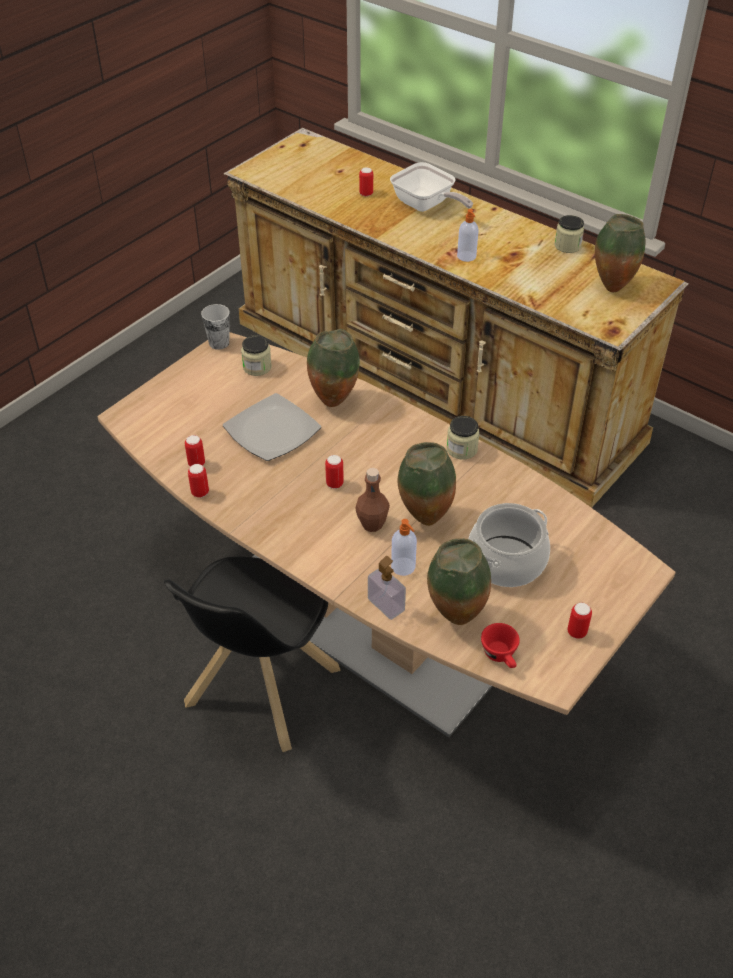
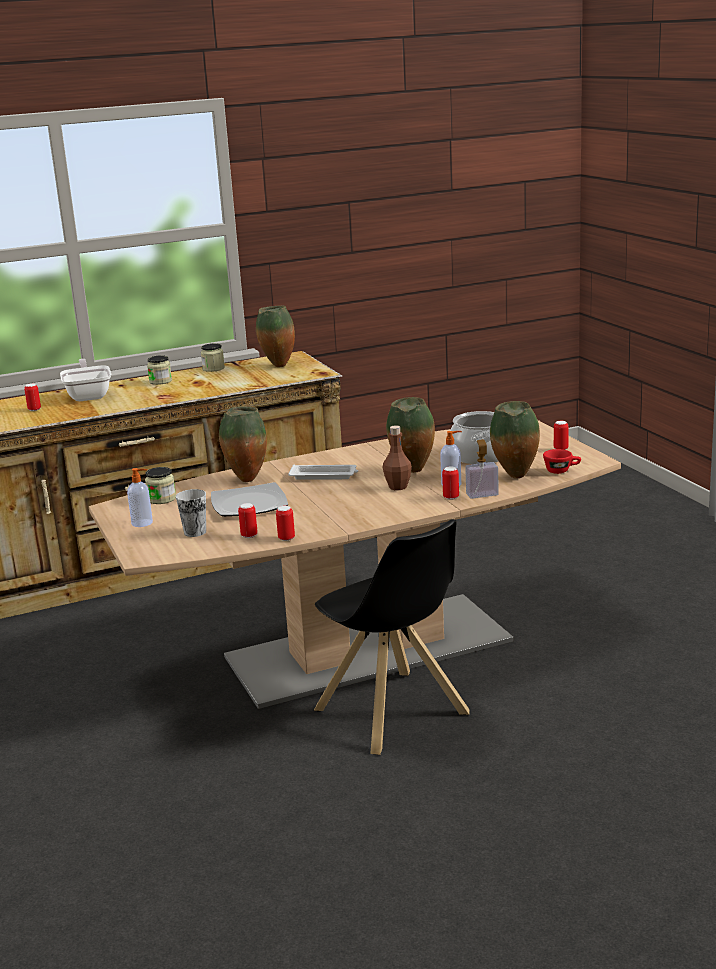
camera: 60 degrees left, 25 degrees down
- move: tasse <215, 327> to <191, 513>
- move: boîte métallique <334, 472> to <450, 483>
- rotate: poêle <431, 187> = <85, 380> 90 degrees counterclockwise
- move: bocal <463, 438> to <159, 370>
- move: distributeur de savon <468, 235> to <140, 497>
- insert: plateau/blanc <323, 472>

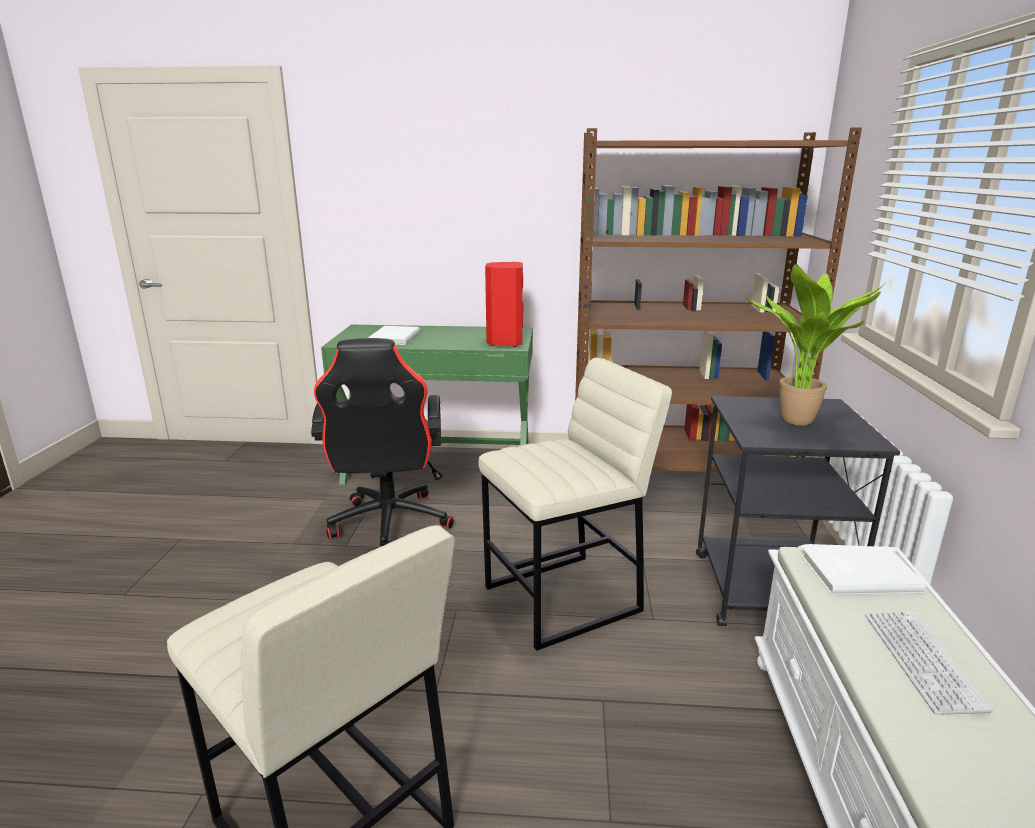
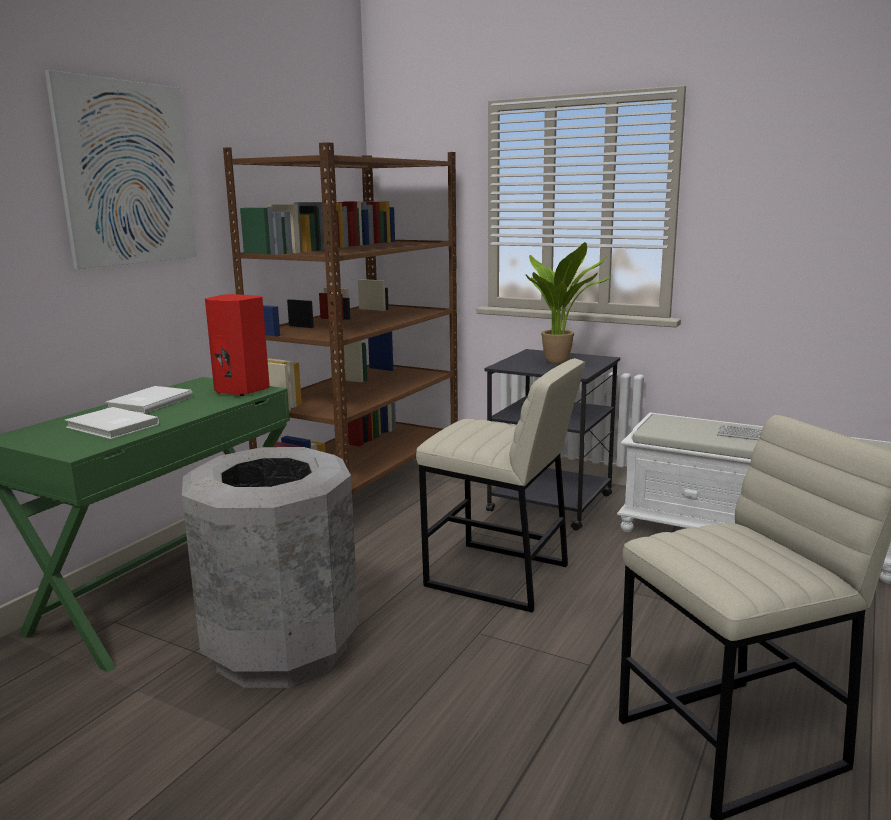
camera: 65 degrees left, 5 degrees down
- replace: chaise de bureau/noir <382, 442> to poubelle/gris <270, 567>
- rotate: chaise/beige <575, 504> = <500, 485> 120 degrees clockwise
- move: livre/blanc <864, 570> to <149, 400>
- insert: tableau <121, 169>

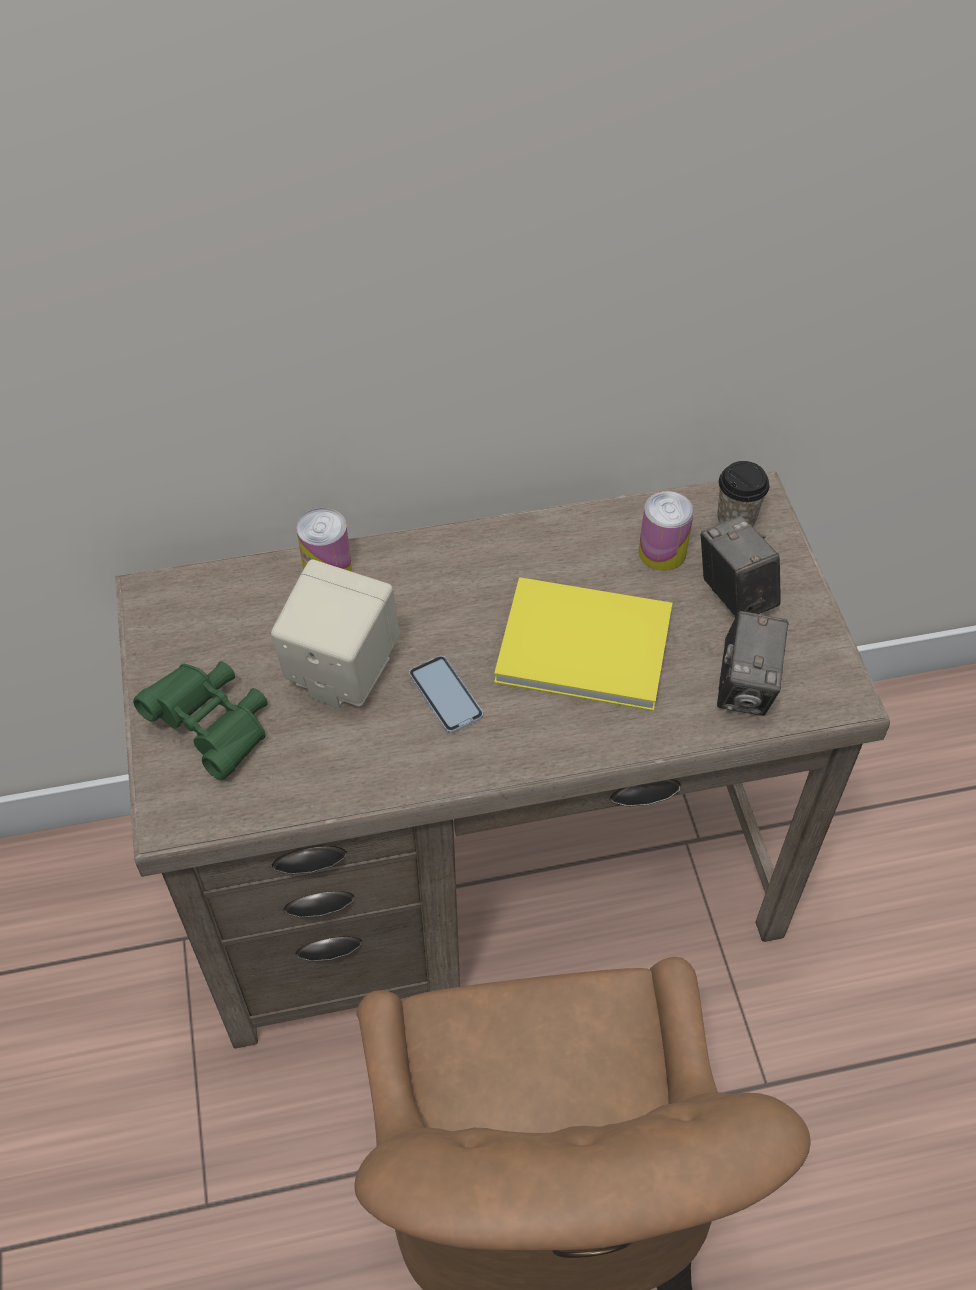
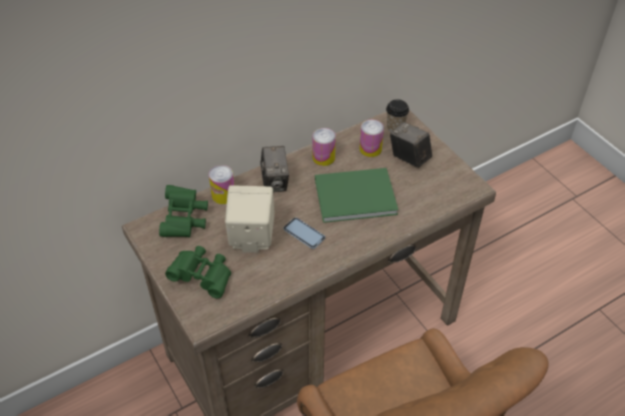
camera: 20 degrees left, 5 degrees down
- recolor: livre/jaune <583, 644> to livre/vert <356, 195>
- move: appareil photo <753, 663> to <274, 169>
- insert: jumelles/vert <183, 211>
- insert: boîte métallique <324, 147>

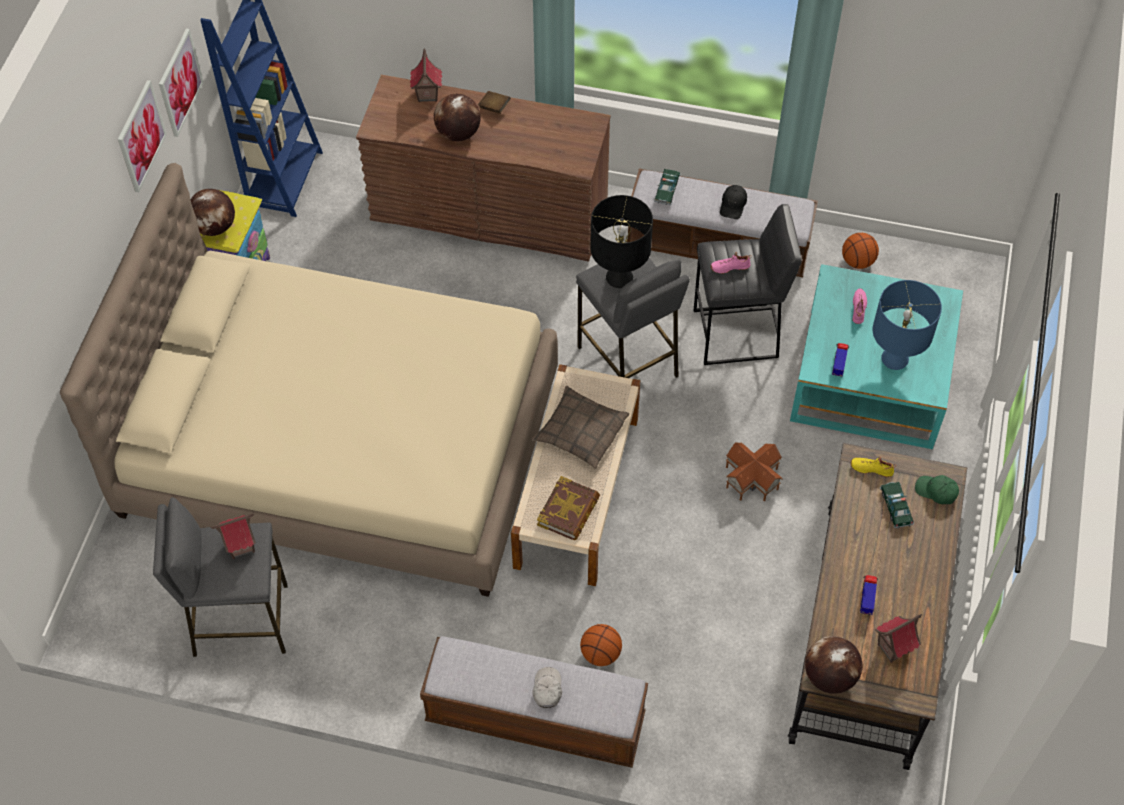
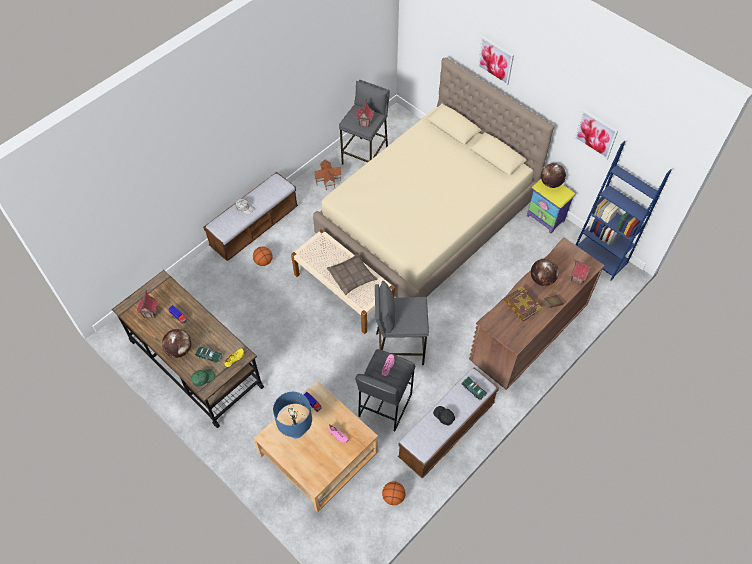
camera: 120 degrees right, 0 degrees up
- move: tableau <142, 136> to <496, 61>
- move: livre <568, 508> to <523, 304>
- delete: lampe de table/noir <621, 241>
- move: maison miniature <754, 472> to <328, 175>
- recolor: table basse/turquoise <876, 356> to table basse/beige <316, 447>
- move: globe <834, 665> to <176, 343>

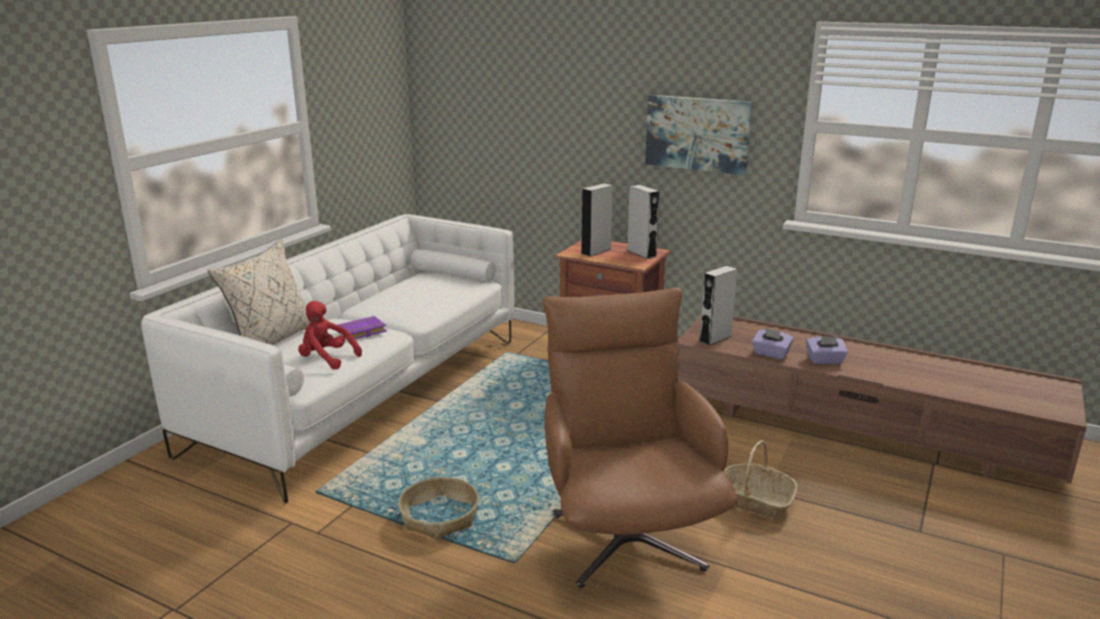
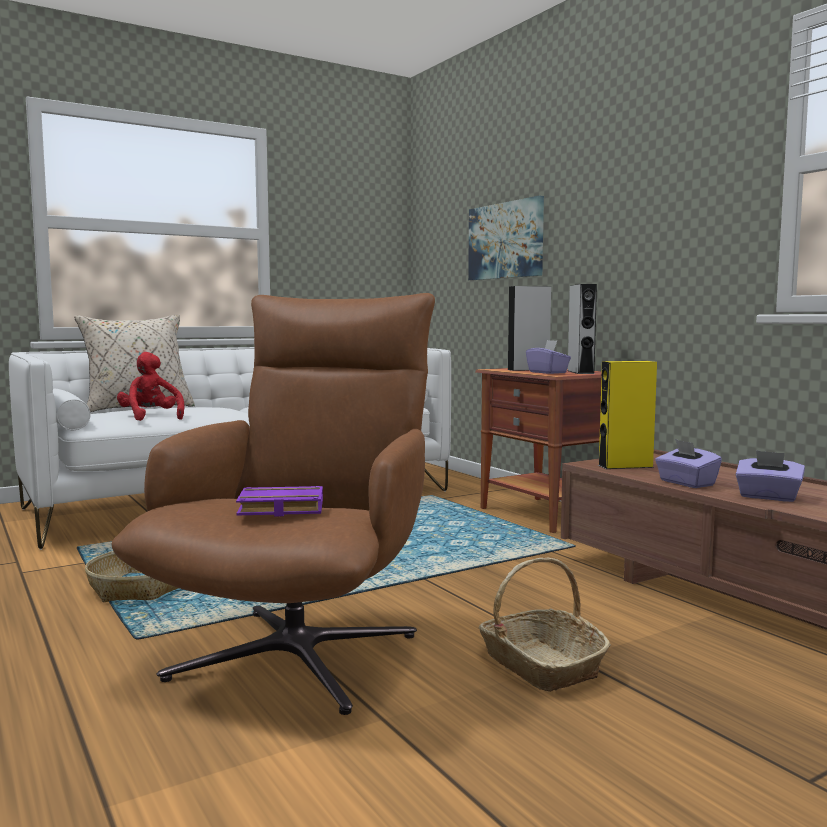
camera: 30 degrees right, 15 degrees down
- move: livre/violet <362, 327> to <279, 501>
- move: tableau <699, 135> to <506, 238>
- recolor: enceinte/gris <718, 306> to enceinte/jaune <627, 415>
- insert: boîte à mouchoirs/violet <548, 357>

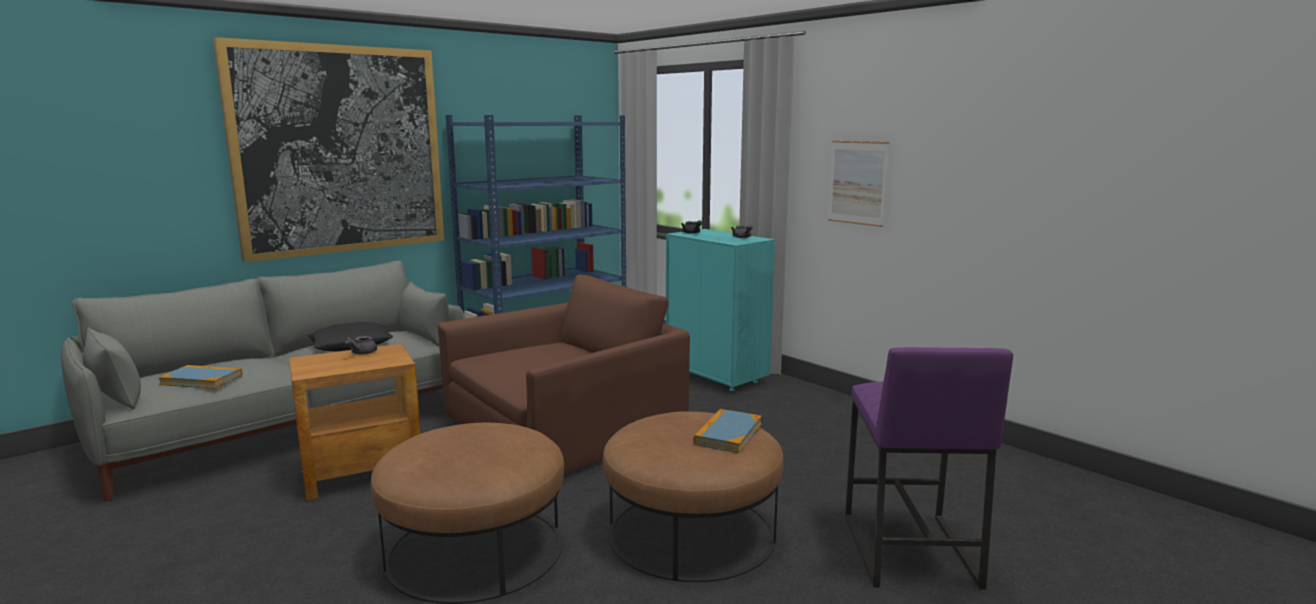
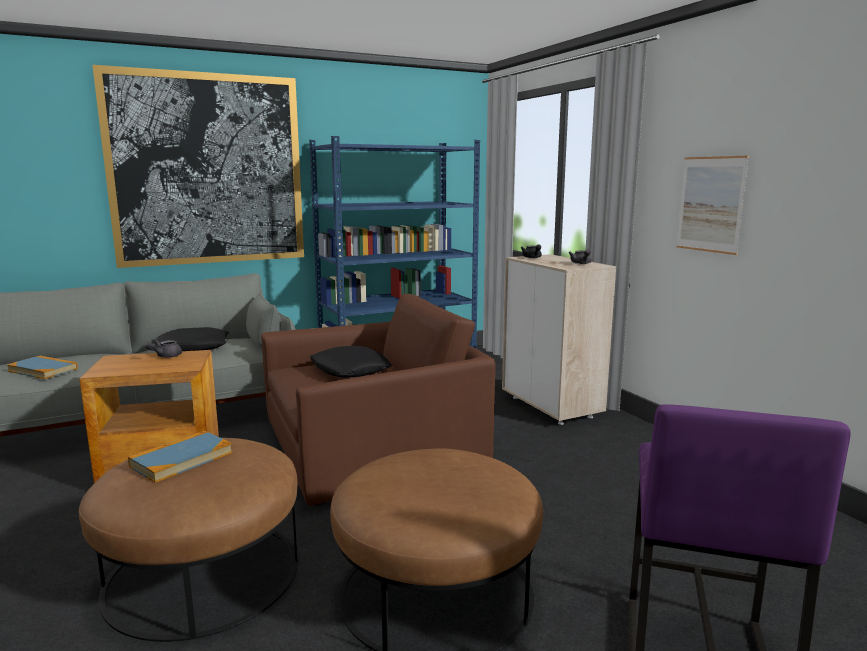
camera: 15 degrees right, 0 degrees up
- recolor: meuble de rangement/turquoise <720, 310> to meuble de rangement/beige <559, 339>
- move: livre <727, 431> to <180, 457>
- insert: coussin/noir <351, 362>

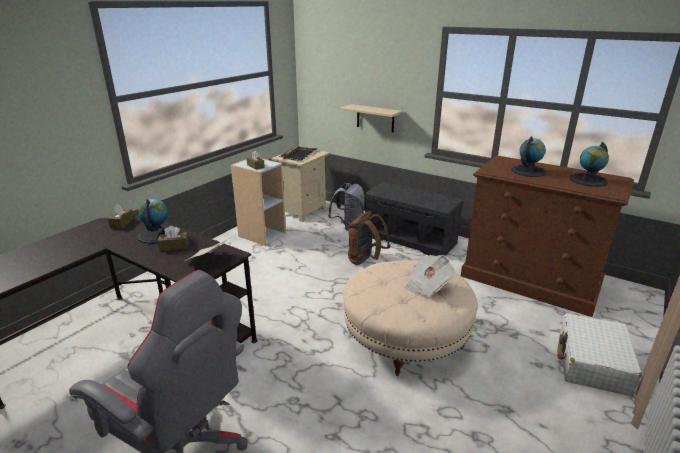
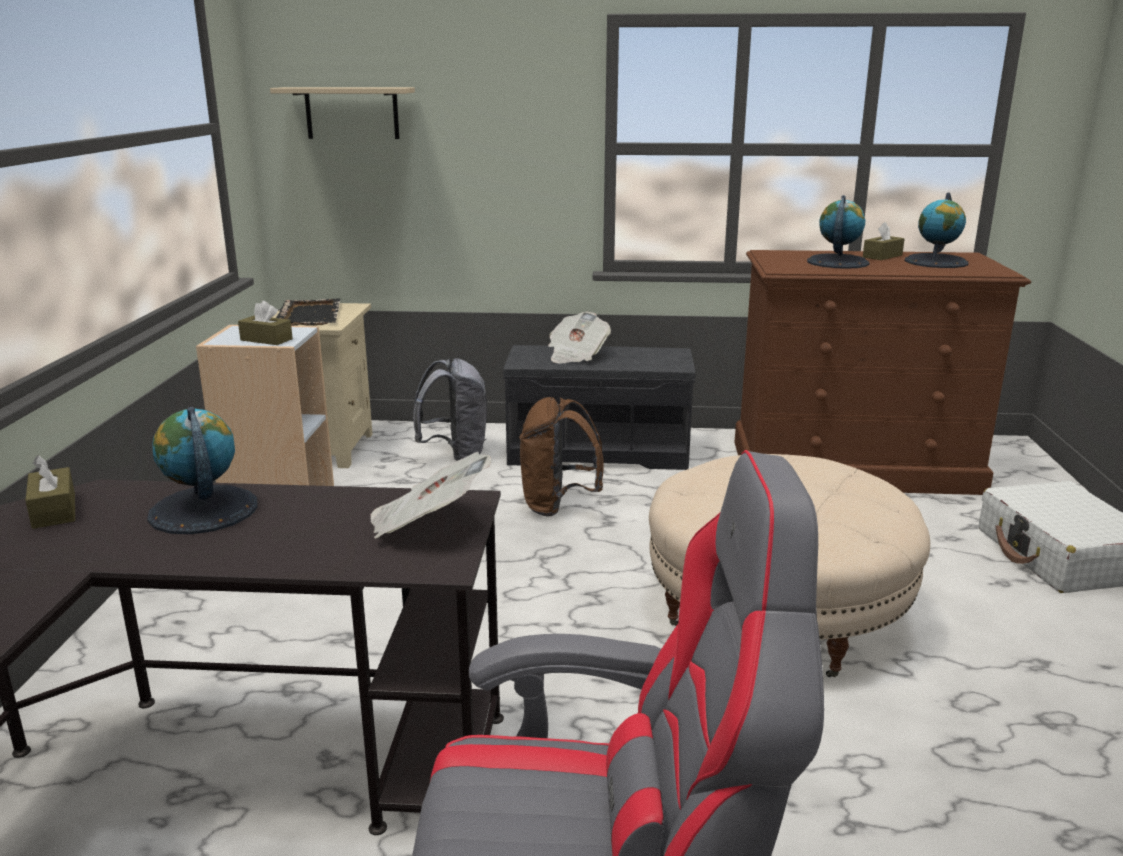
camera: 30 degrees left, 5 degrees down
- move: boîte à mouchoirs/marron <173, 238> to <883, 241>
- move: étagère/beige <371, 118> to <342, 113>
- move: journal <430, 275> to <579, 338>

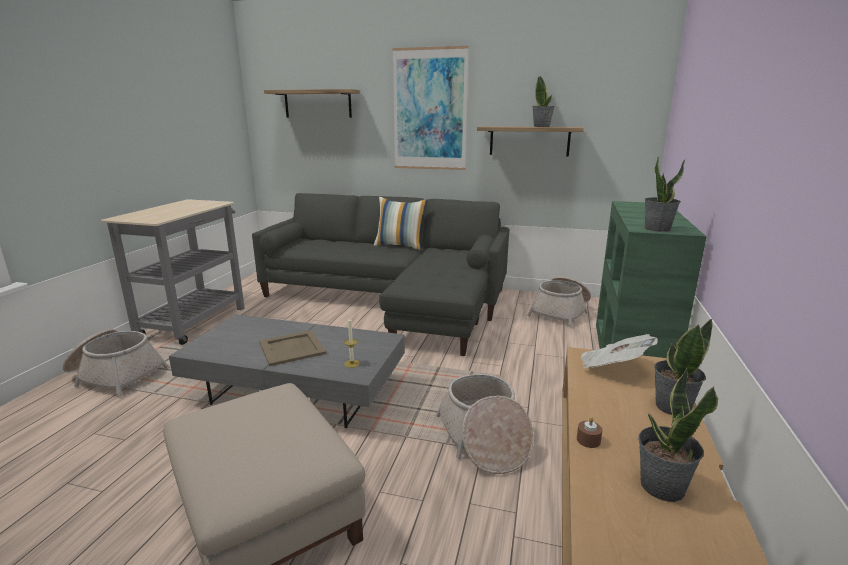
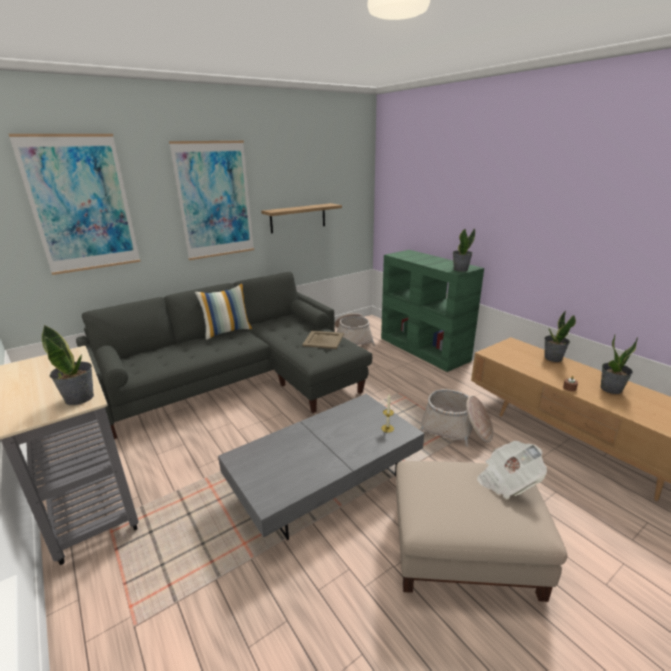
camera: 50 degrees left, 5 degrees up
- delete: panier <116, 363>
- move: plateau/beige <293, 348> to <323, 340>
- replace: étagère <312, 103> to tableau <75, 204>
- move: plante en pot <543, 101> to <68, 364>
- move: journal <619, 351> to <512, 470>

